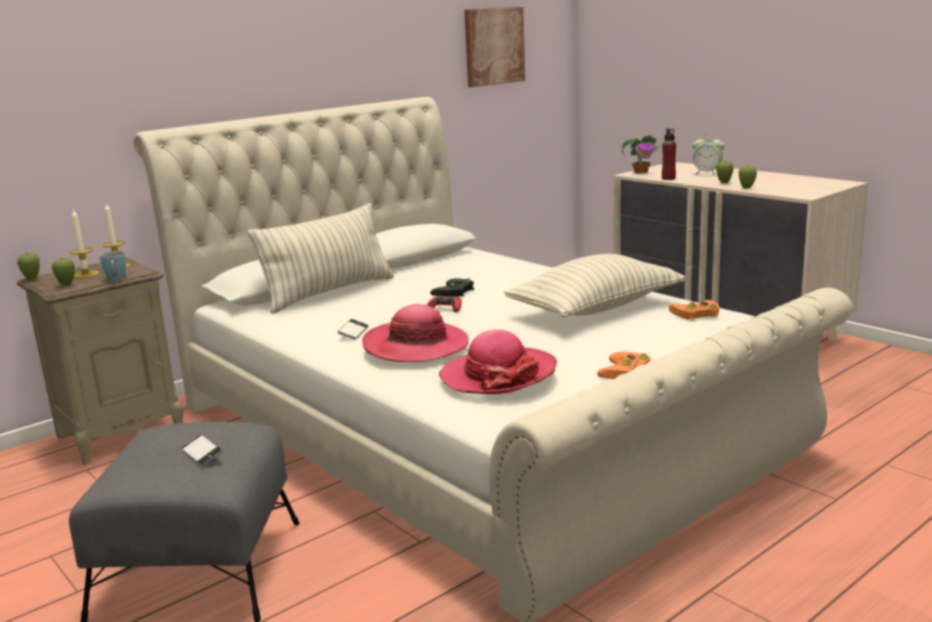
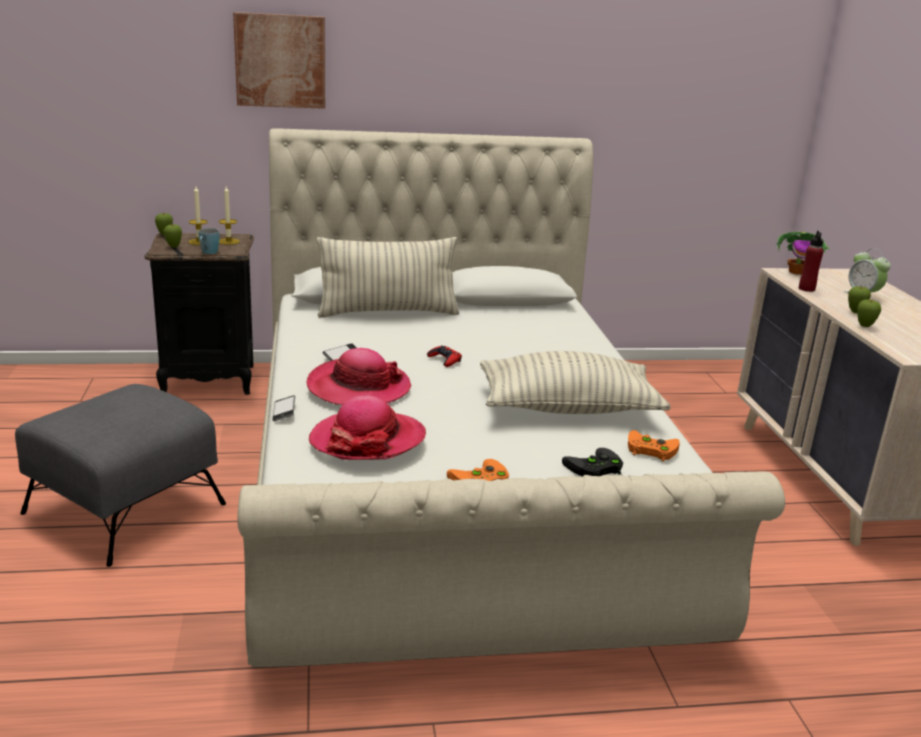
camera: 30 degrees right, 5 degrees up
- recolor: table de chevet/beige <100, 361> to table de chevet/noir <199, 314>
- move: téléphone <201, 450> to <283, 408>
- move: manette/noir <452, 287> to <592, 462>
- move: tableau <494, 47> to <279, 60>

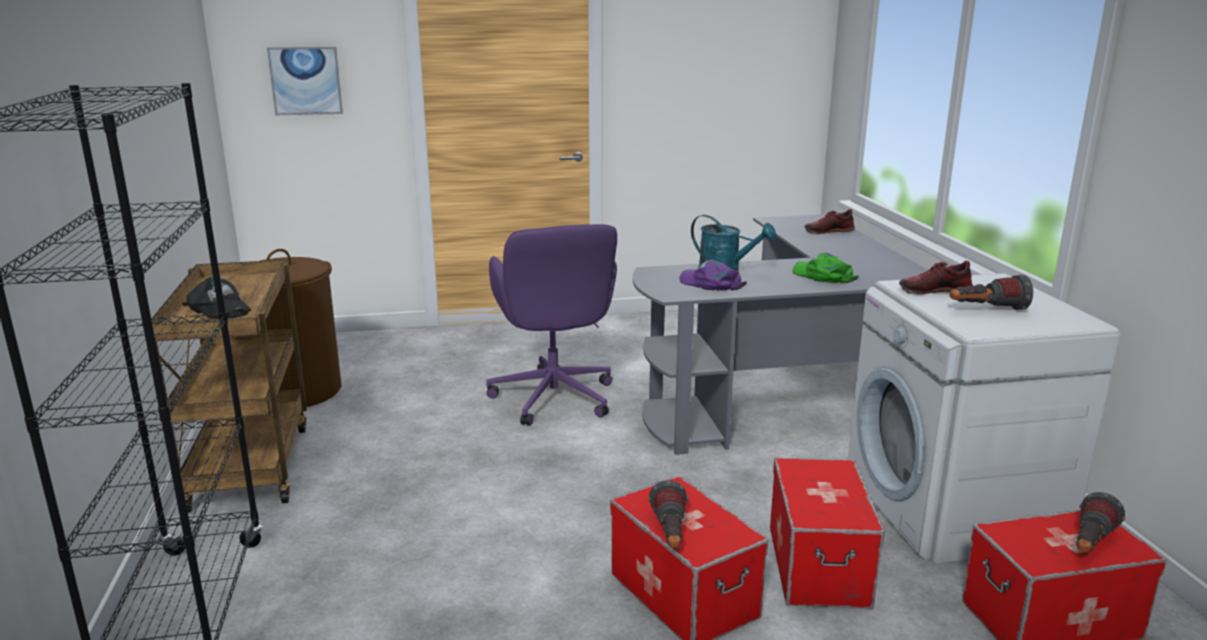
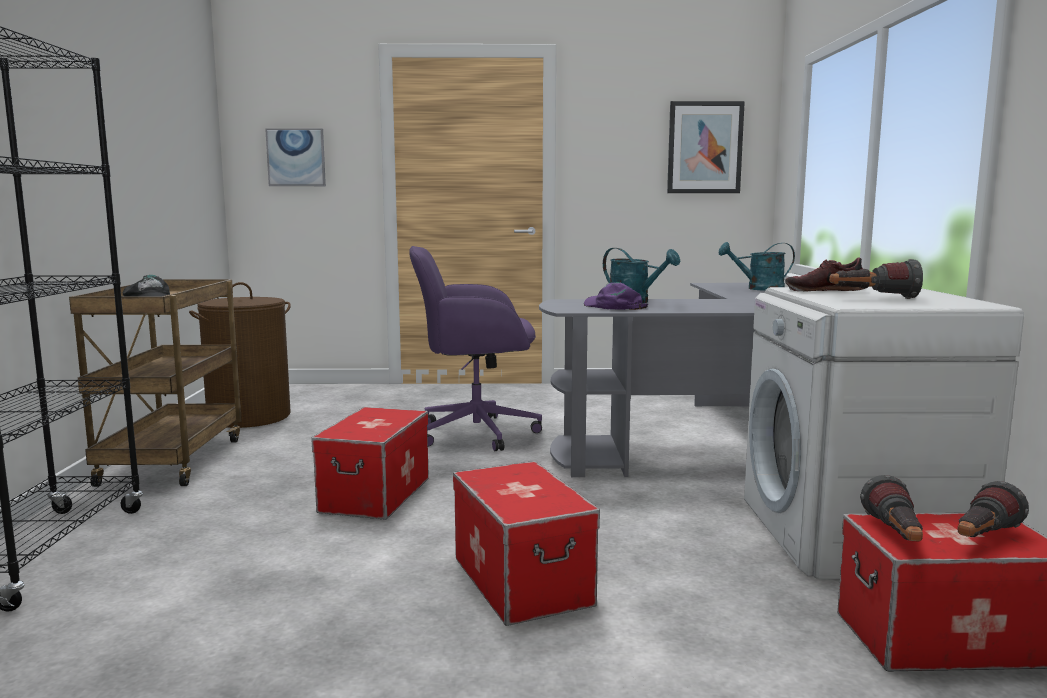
camera: 10 degrees right, 10 degrees down
- rotate: chaise de bureau/violet <551, 325> = <475, 348> 90 degrees clockwise
- move: lampe de poche <668, 513> to <891, 508>
- move: boîte de rangement <827, 533> to <370, 463>
- delete: casquette/vert <826, 268>
- replace: chaussure <830, 221> to arrosoir/turquoise <757, 266>
- insert: tableau <706, 147>

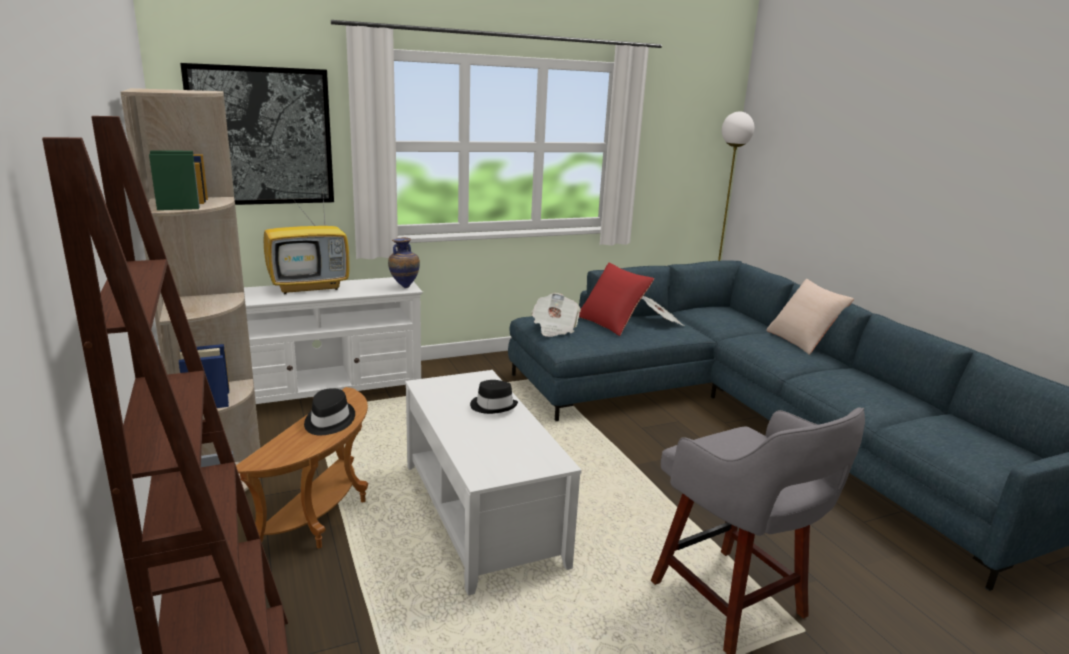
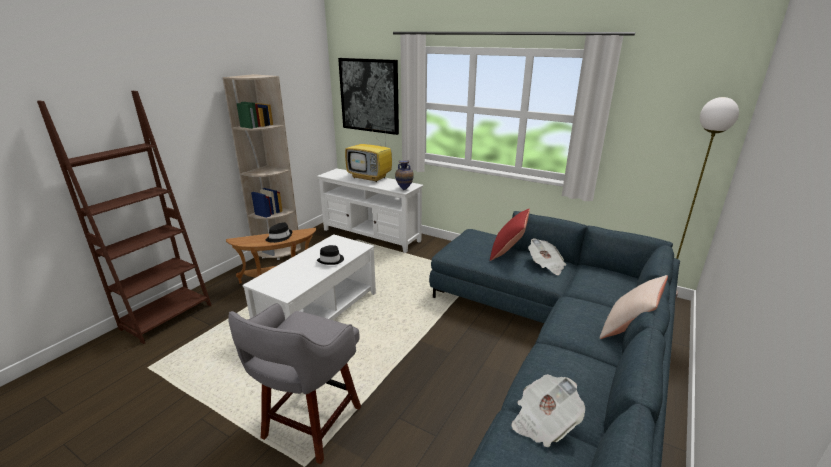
camera: 55 degrees right, 5 degrees up
- move: journal <556, 315> to <548, 410>

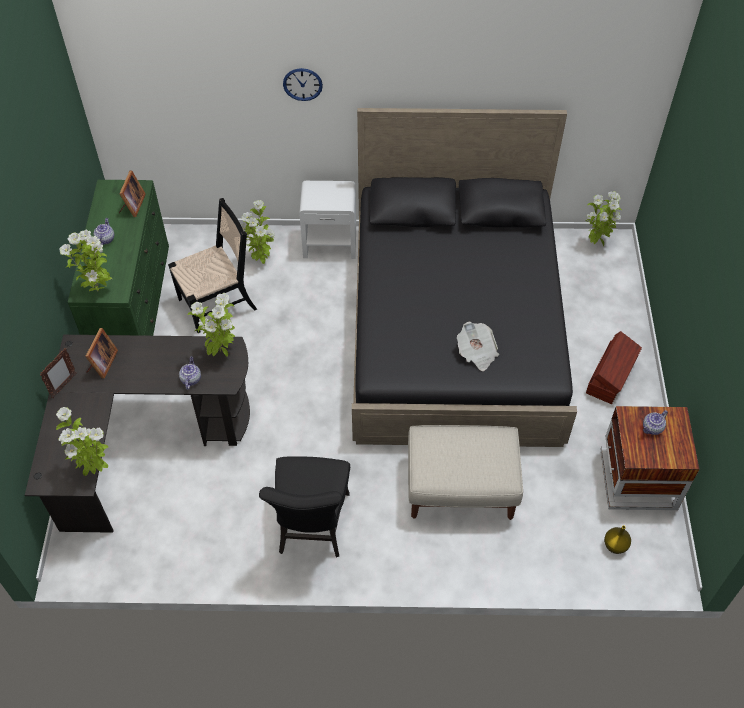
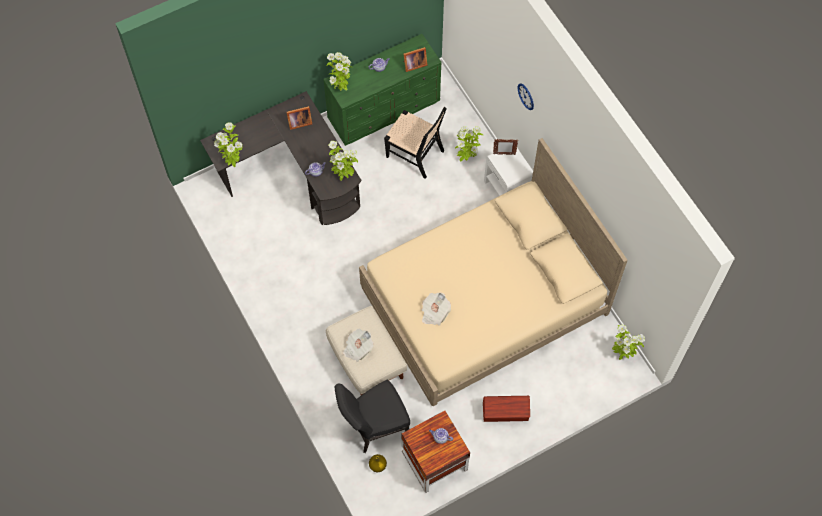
camera: 60 degrees right, 10 degrees up
- move: cadre photo <58, 373> to <505, 147>
- move: chaise/noir <304, 507> to <372, 416>
- recolor: lit/noir <464, 277> to lit/beige <493, 272>
- insert: journal <358, 345>

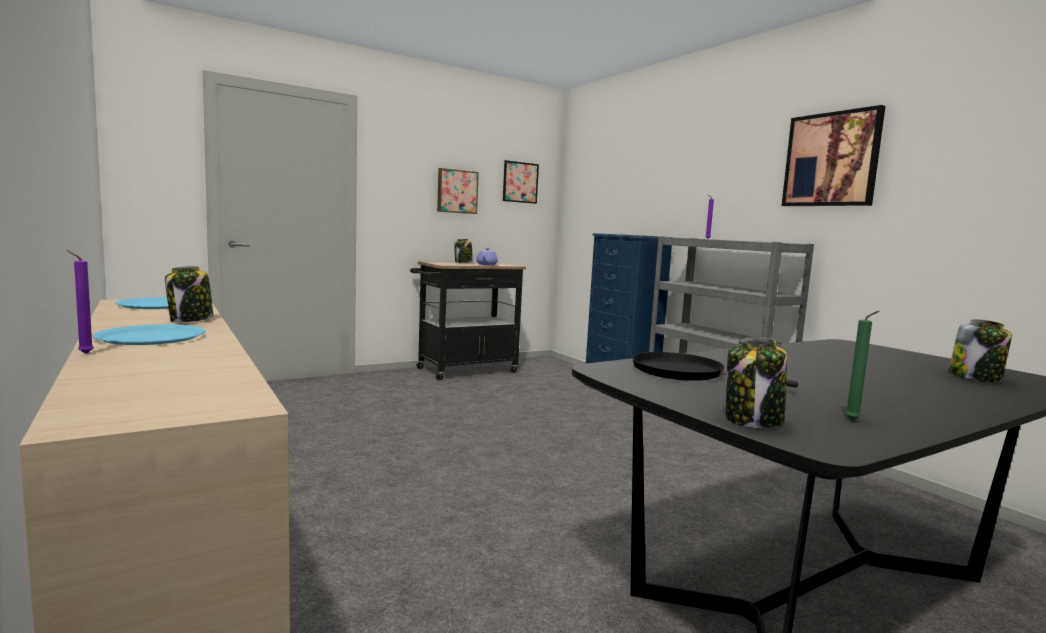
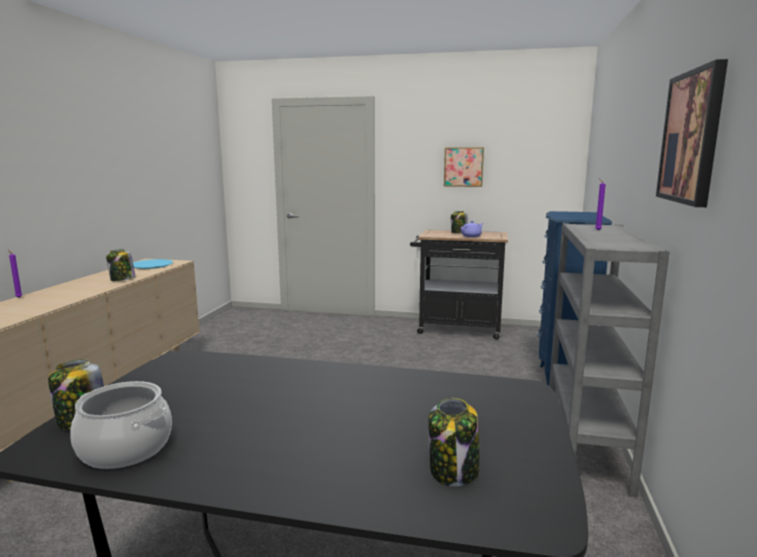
camera: 45 degrees right, 5 degrees up
- delete: assiette/bleu <148, 335>
- delete: tableau <521, 182>
- delete: poêle/noir <715, 370>
- replace: bougie/vert <862, 365> to marmite <121, 425>

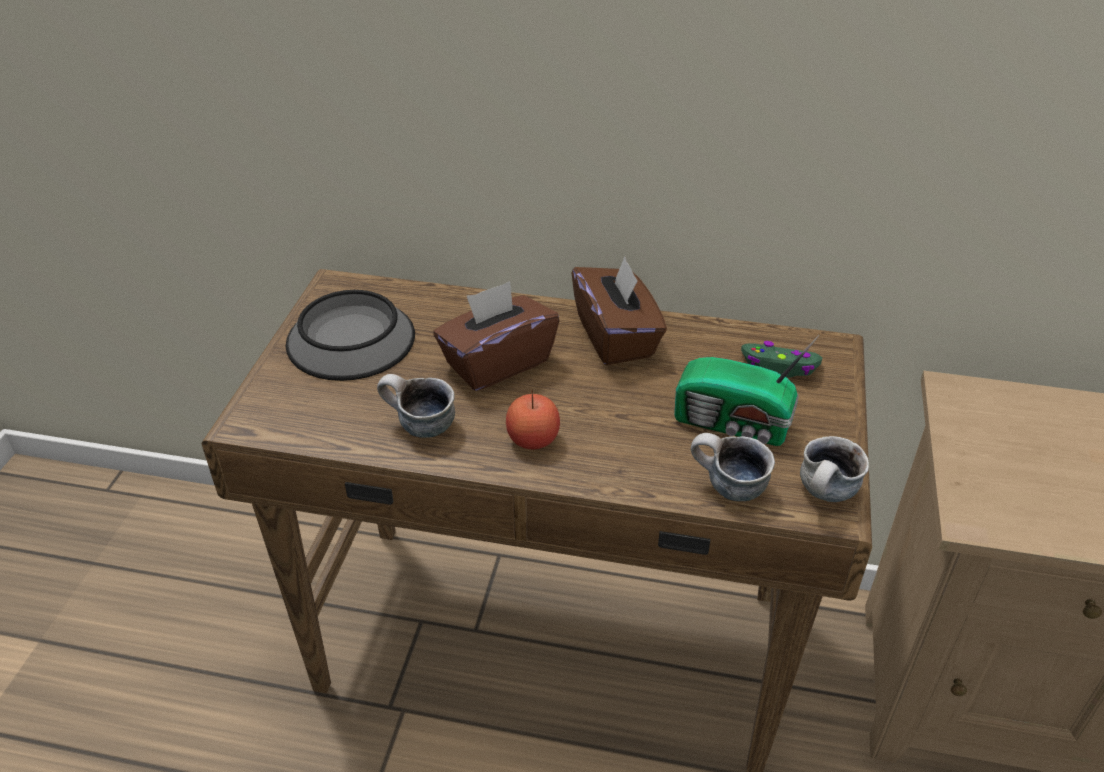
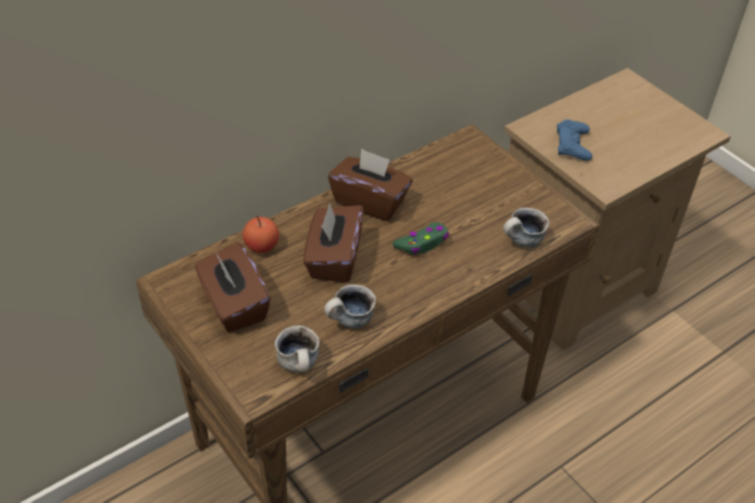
camera: 50 degrees left, 5 degrees up
- replace: bol <350, 335> to boîte à mouchoirs/marron <233, 287>
- move: pomme <533, 419> to <261, 234>
- delete: radio <746, 390>
- move: manette/vert <781, 359> to <420, 238>
- move: mug <834, 469> to <297, 349>
- insert: manette/bleu <574, 140>

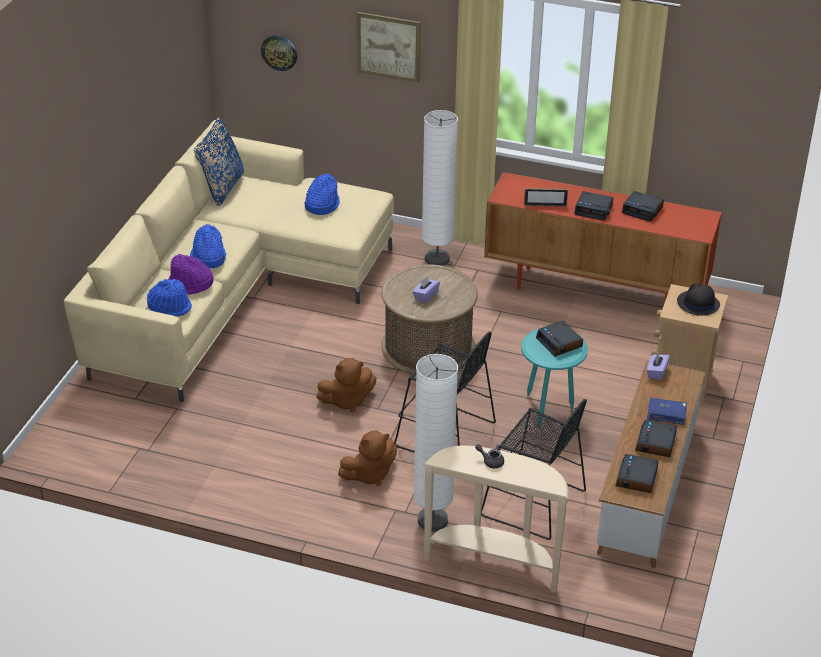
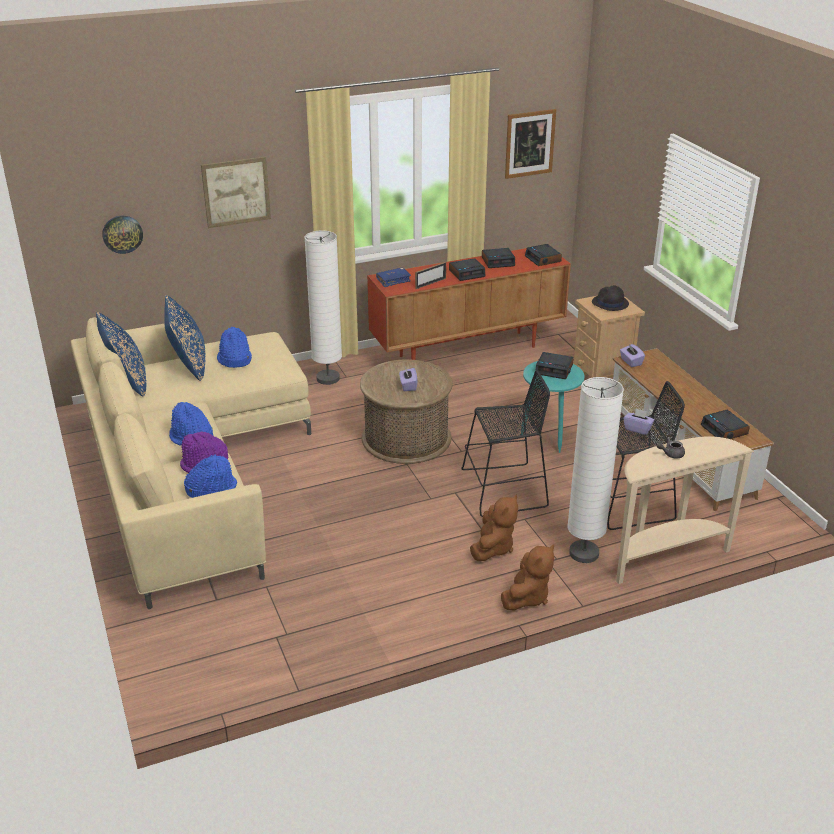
camera: 40 degrees left, 5 degrees down
- move: peluche/marron <347, 385> to <527, 577>
- move: réveil <656, 438> to <543, 255>
- move: livre/bleu <667, 411> to <393, 277>
- insert: coussin/bleu <184, 338>
- insert: tableau <530, 144>
- insert: boîte à mouchoirs/violet <639, 421>

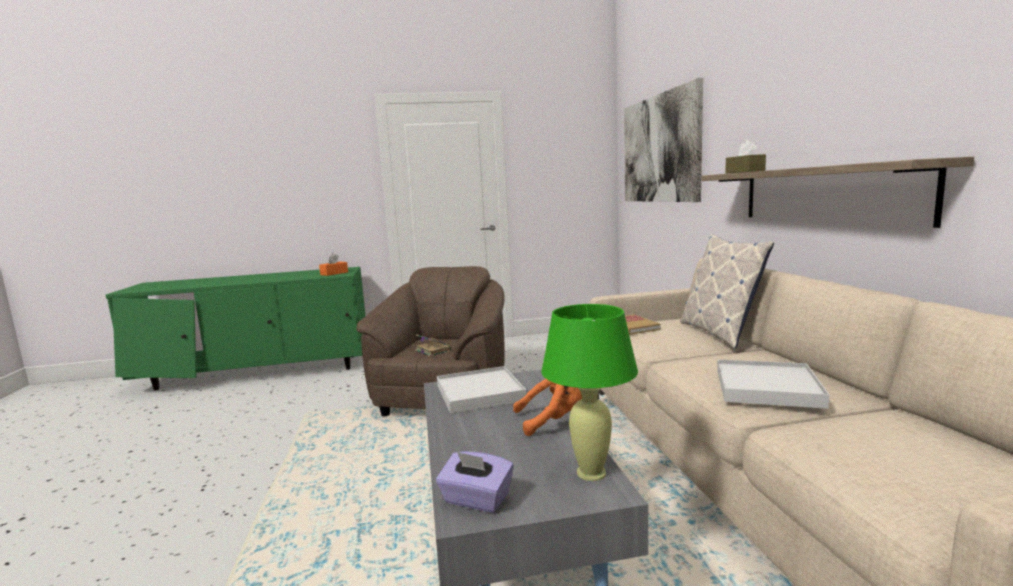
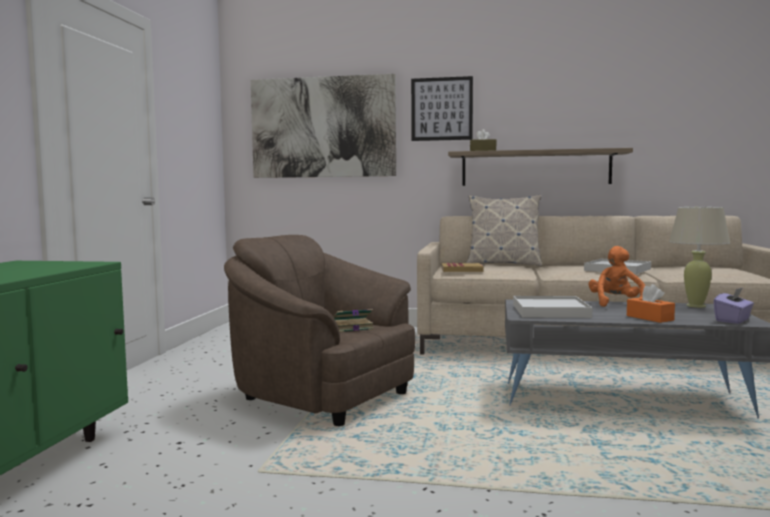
camera: 70 degrees left, 5 degrees down
- move: boîte à mouchoirs/orange <333, 264> to <651, 303>
- recolor: lampe de table/vert <589, 392> to lampe de table/beige <699, 257>
- insert: tableau <442, 108>

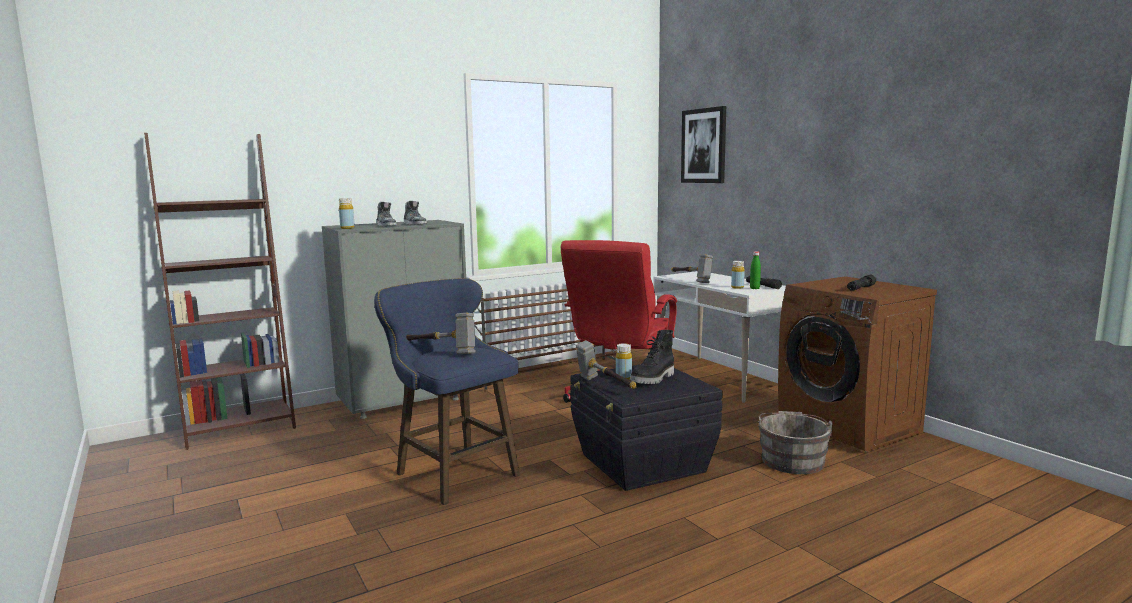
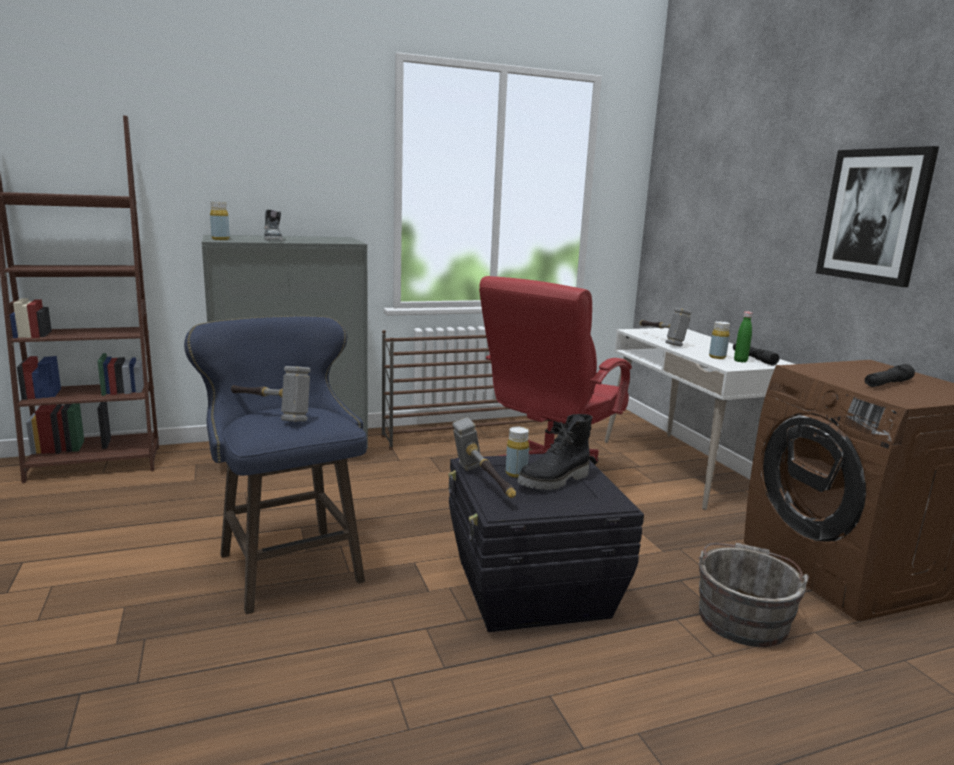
camera: 10 degrees right, 5 degrees up
- delete: chaussure <415, 213>
- move: tableau <703, 144> to <877, 216>

